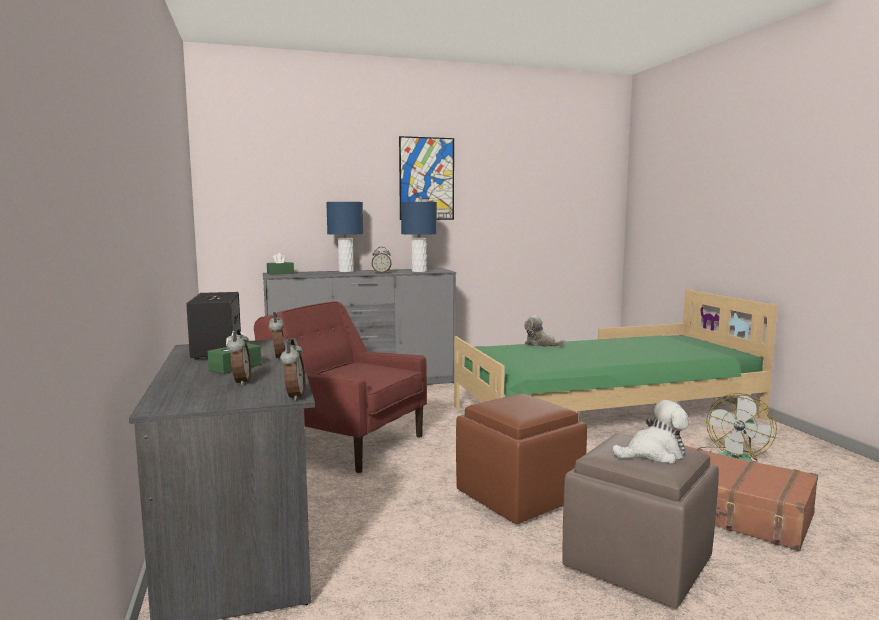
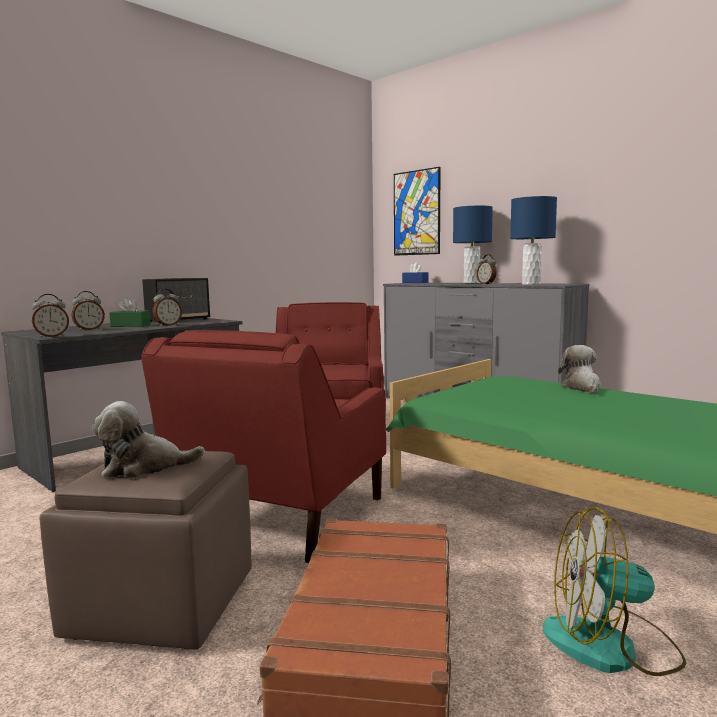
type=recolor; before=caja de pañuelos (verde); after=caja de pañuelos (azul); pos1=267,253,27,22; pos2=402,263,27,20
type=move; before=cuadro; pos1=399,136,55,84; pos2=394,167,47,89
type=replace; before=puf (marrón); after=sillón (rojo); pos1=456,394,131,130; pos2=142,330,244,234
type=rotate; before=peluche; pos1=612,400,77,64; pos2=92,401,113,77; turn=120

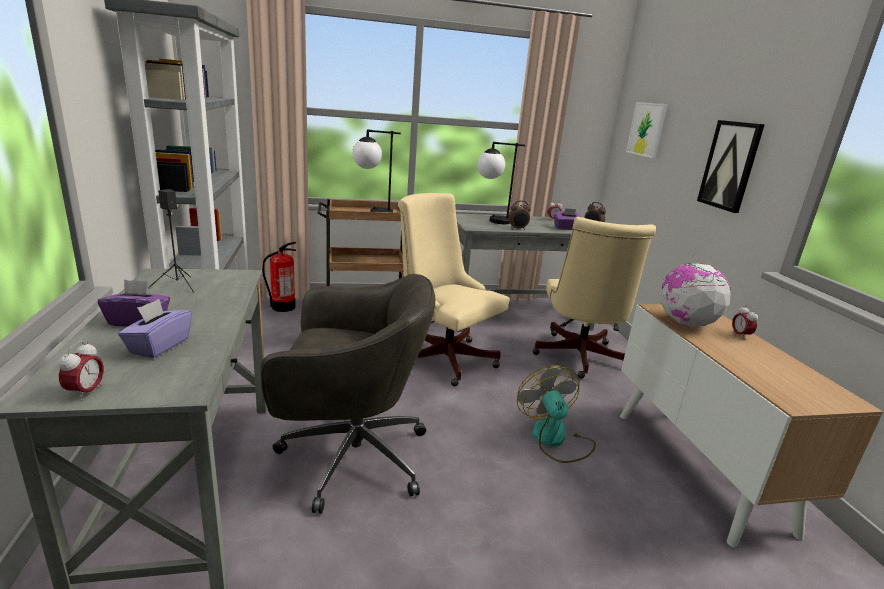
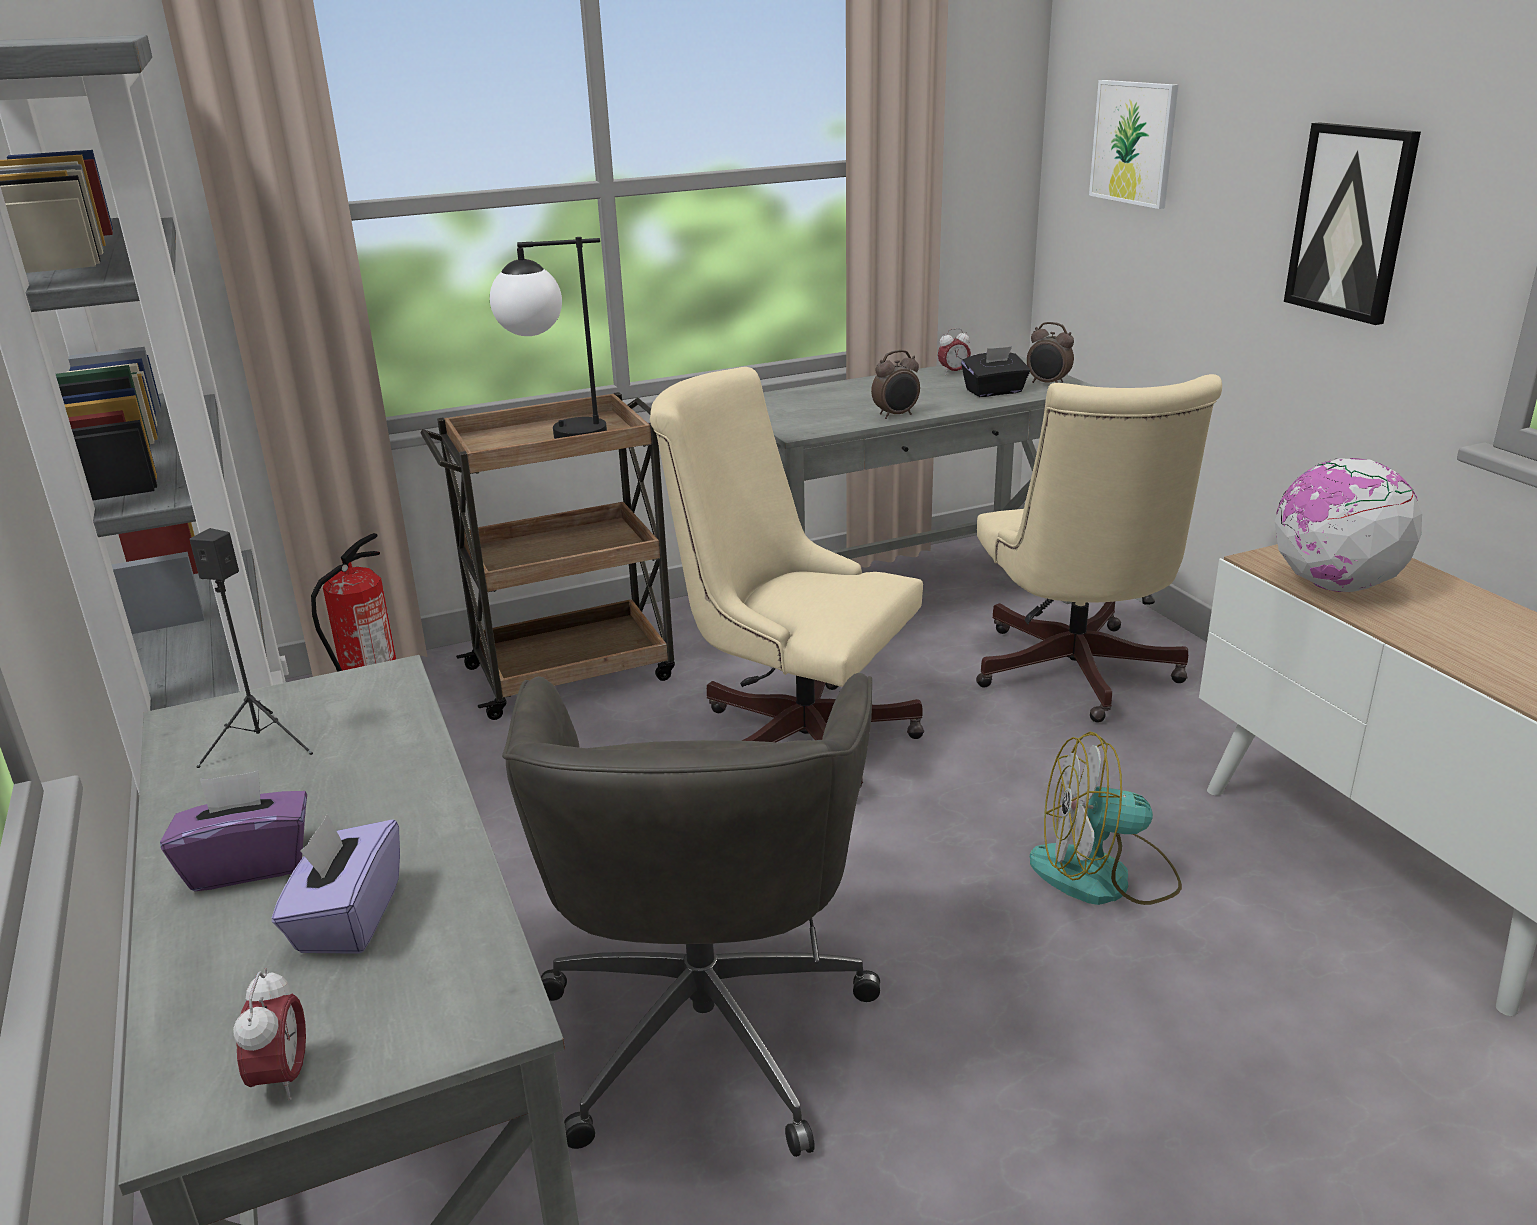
type=rotate; before=silla de oficina (gris); pos1=260,274,176,240; pos2=502,673,378,484; turn=105
type=delete; before=lámpara de mesa; pos1=477,142,48,82
type=rotate; before=ventilador; pos1=517,365,79,98; pos2=1030,732,152,173; turn=-60
type=recolor; before=caja de pañuelos (morado); after=caja de pañuelos (negro); pos1=554,208,27,22; pos2=961,346,69,51
type=delete; before=despertador; pos1=732,305,26,35

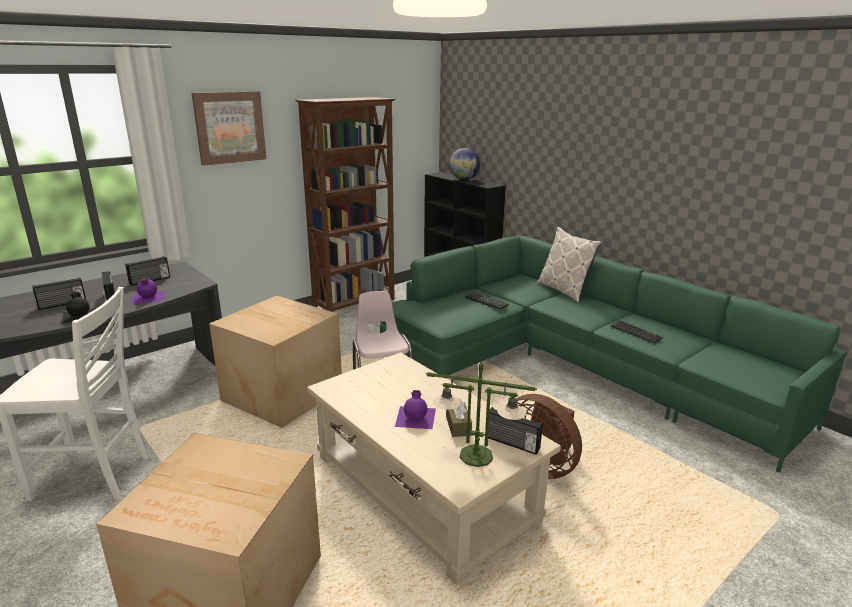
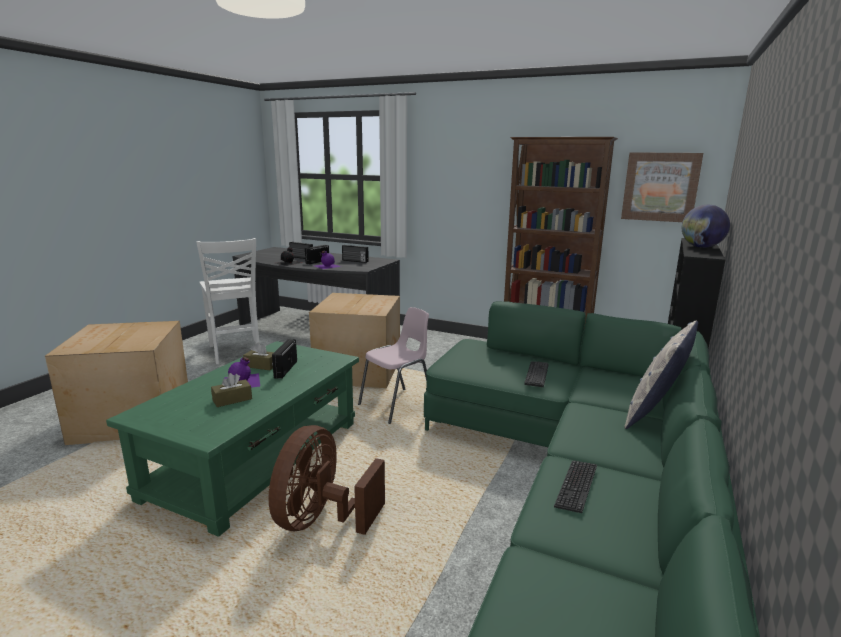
type=move; before=cuadro; pos1=192,91,74,75; pos2=621,152,82,70
type=recolor; before=mesa de centro (beis); after=mesa de centro (verde); pos1=307,352,254,233; pos2=106,341,253,196
type=delete; before=lámpara de mesa; pos1=426,362,111,105
type=move; before=radio; pos1=488,407,55,48; pos2=272,339,25,40
type=insert; after=caja de pañuelos (marrón); pos2=243,342,31,28

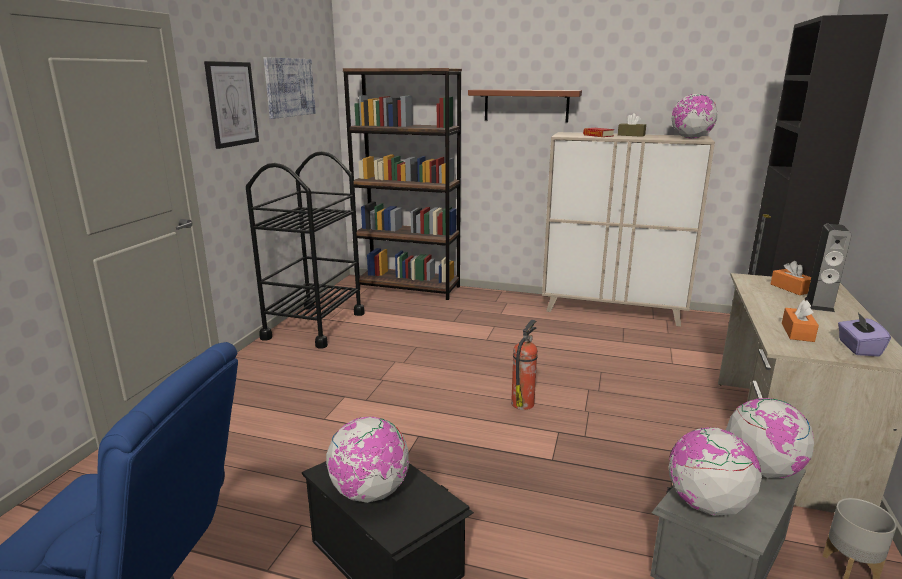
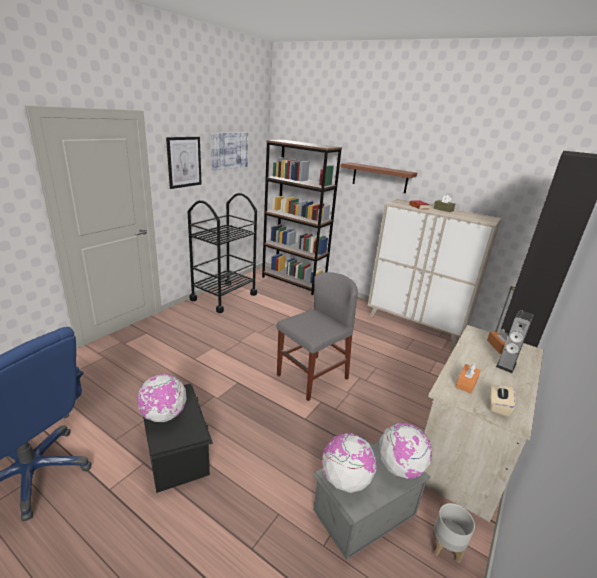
type=replace; before=extintor; after=silla (gris); pos1=511,320,27,90; pos2=277,272,81,129
type=delete; before=globo terráqueo; pos1=672,94,45,45
type=recolor; before=caja de pañuelos (morado); after=caja de pañuelos (beis); pos1=838,313,53,44; pos2=490,385,26,32

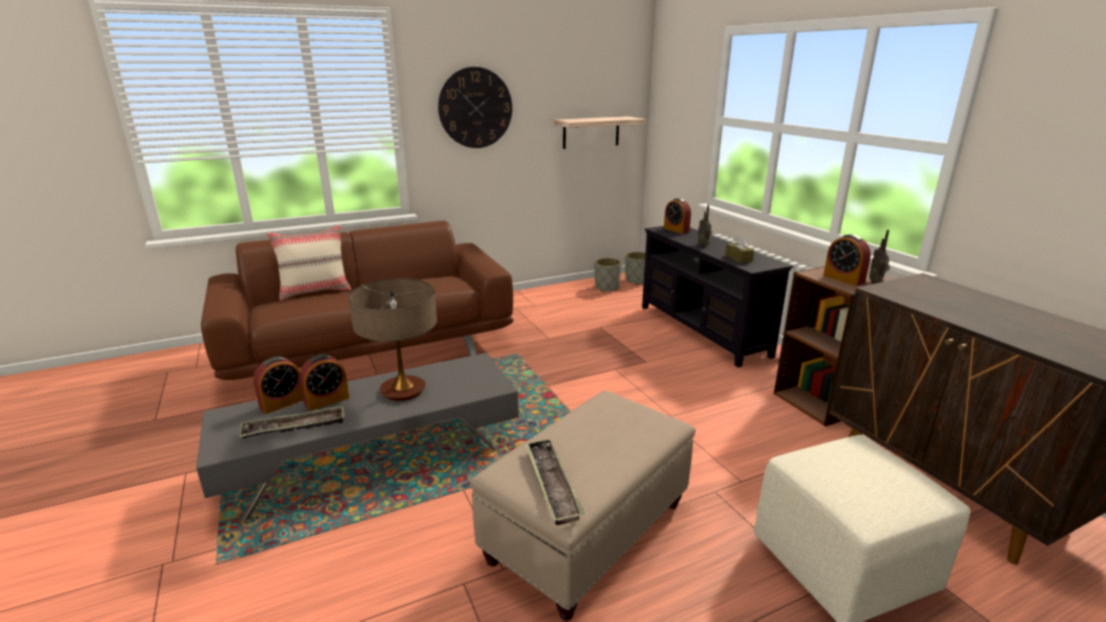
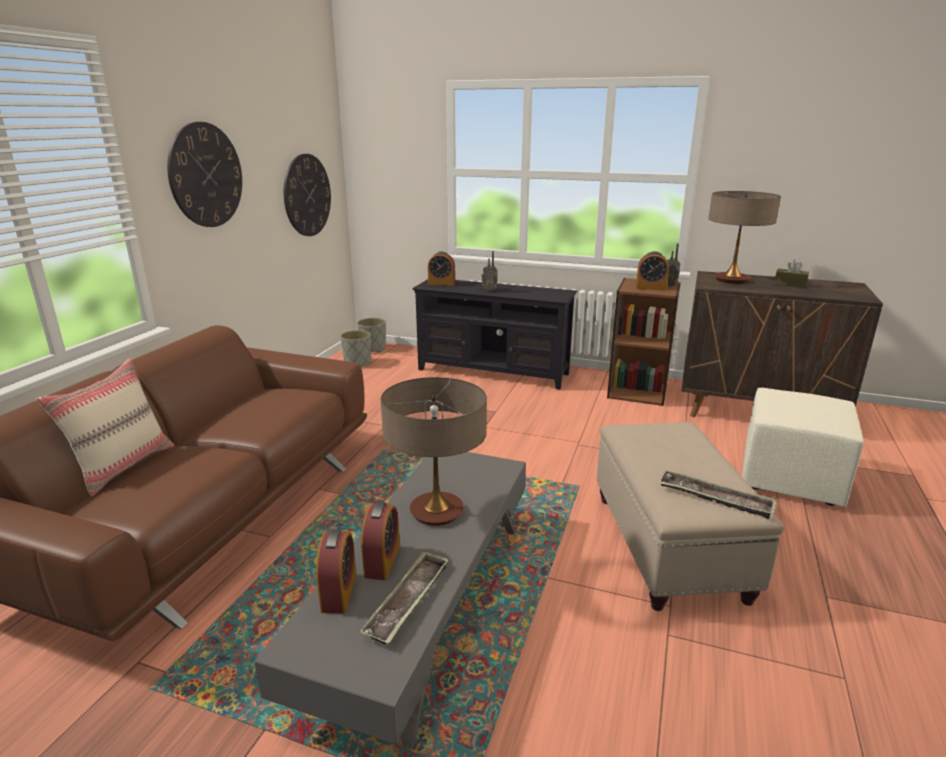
type=replace; before=estante; after=reloj de pared; pos1=554,116,92,33; pos2=284,154,47,82
type=move; before=caja de pañuelos (marrón); pos1=725,236,29,27; pos2=774,260,35,27
type=insert; after=lámpara de mesa; pos2=708,191,73,93

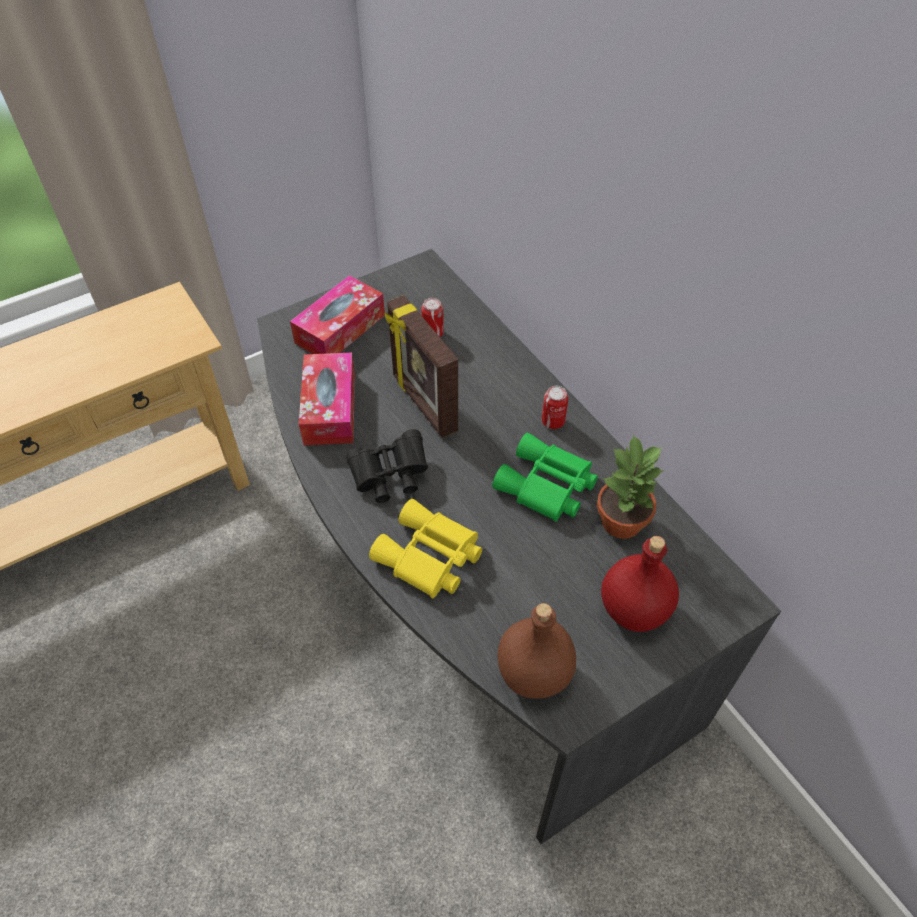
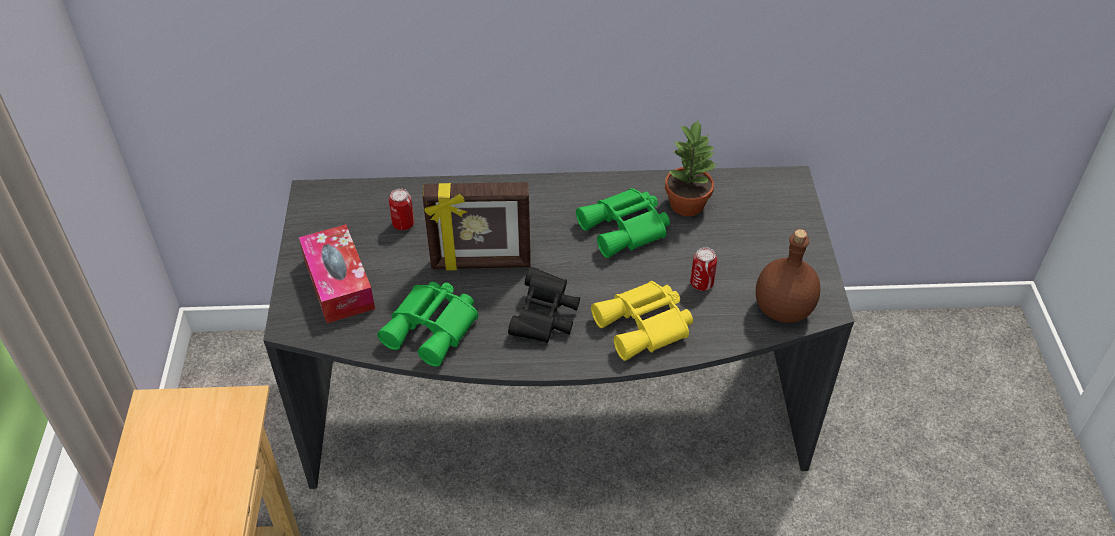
type=replace; before=caja de pañuelos; after=prismáticos (verde); pos1=299,353,56,93; pos2=377,282,101,85
type=move; before=lata; pos1=542,386,26,43; pos2=690,247,27,44
type=delete; before=botella (rojo); pos1=601,536,78,96

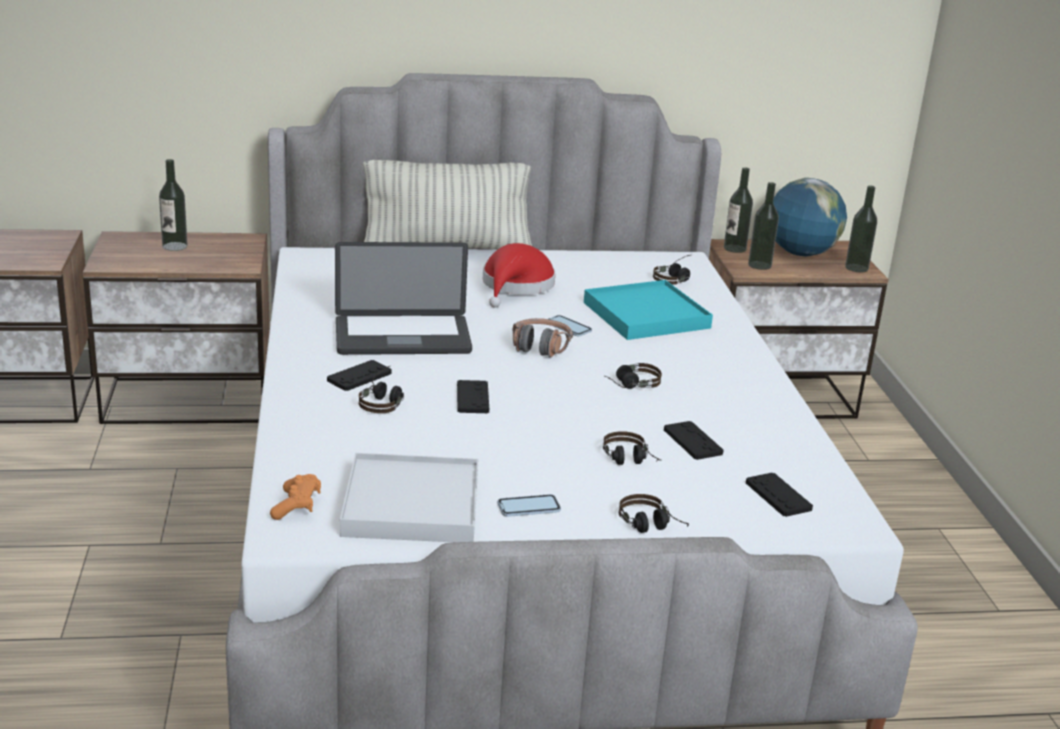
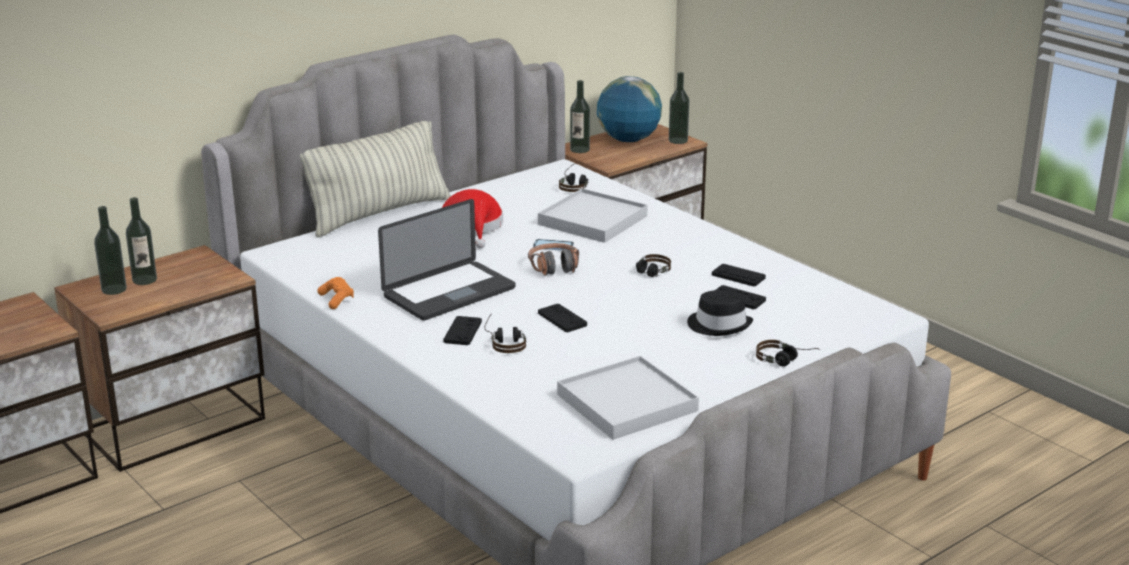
type=move; before=mando de consola (naranja); pos1=270,474,51,46; pos2=317,277,37,32
type=delete; before=móvil; pos1=498,494,63,23
type=recolor; before=bandeja (turquesa); after=bandeja (blanco); pos1=584,280,129,60; pos2=538,188,110,55
type=replace; before=auriculares; after=sombrero (negro); pos1=603,431,58,34; pos2=687,290,66,46
type=move; before=mando de consola (negro); pos1=746,473,67,44; pos2=712,264,54,22
type=move; before=botella; pos1=748,182,31,88; pos2=94,206,33,89

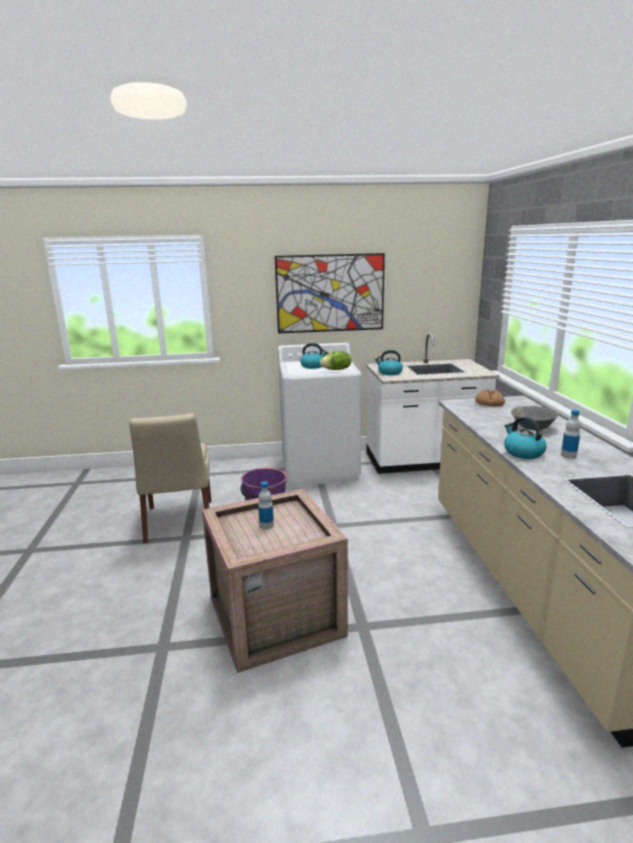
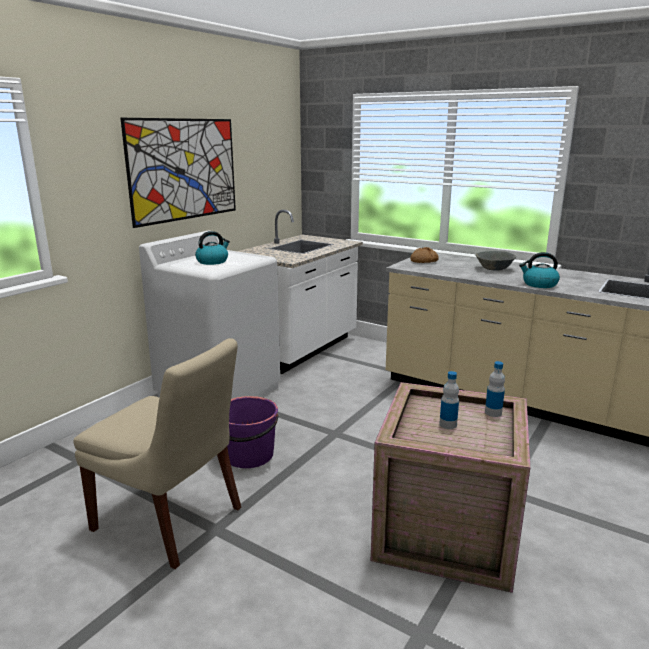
type=delete; before=lechuga; pos1=320,351,31,19
type=delete; before=hervidor; pos1=375,350,28,25
type=move; before=botella; pos1=561,410,20,49; pos2=485,361,20,56

